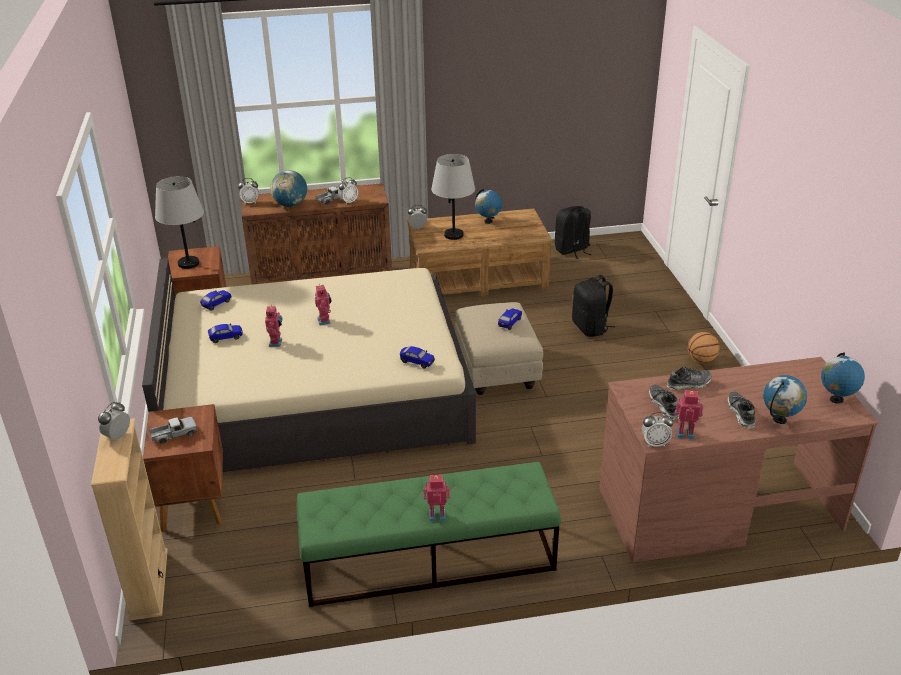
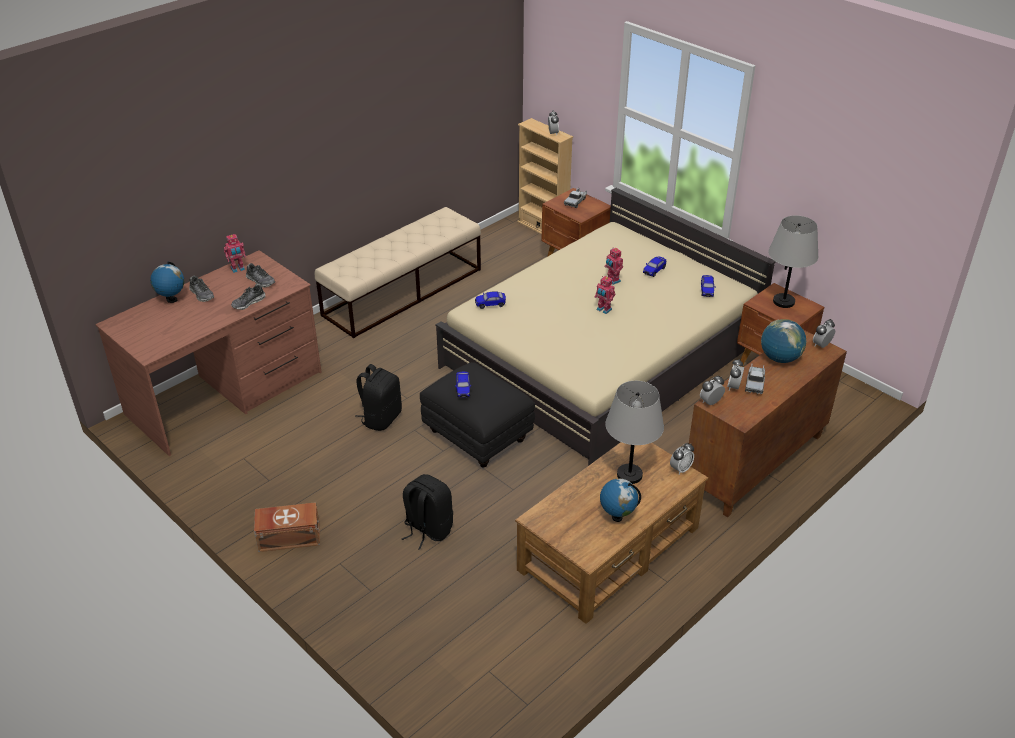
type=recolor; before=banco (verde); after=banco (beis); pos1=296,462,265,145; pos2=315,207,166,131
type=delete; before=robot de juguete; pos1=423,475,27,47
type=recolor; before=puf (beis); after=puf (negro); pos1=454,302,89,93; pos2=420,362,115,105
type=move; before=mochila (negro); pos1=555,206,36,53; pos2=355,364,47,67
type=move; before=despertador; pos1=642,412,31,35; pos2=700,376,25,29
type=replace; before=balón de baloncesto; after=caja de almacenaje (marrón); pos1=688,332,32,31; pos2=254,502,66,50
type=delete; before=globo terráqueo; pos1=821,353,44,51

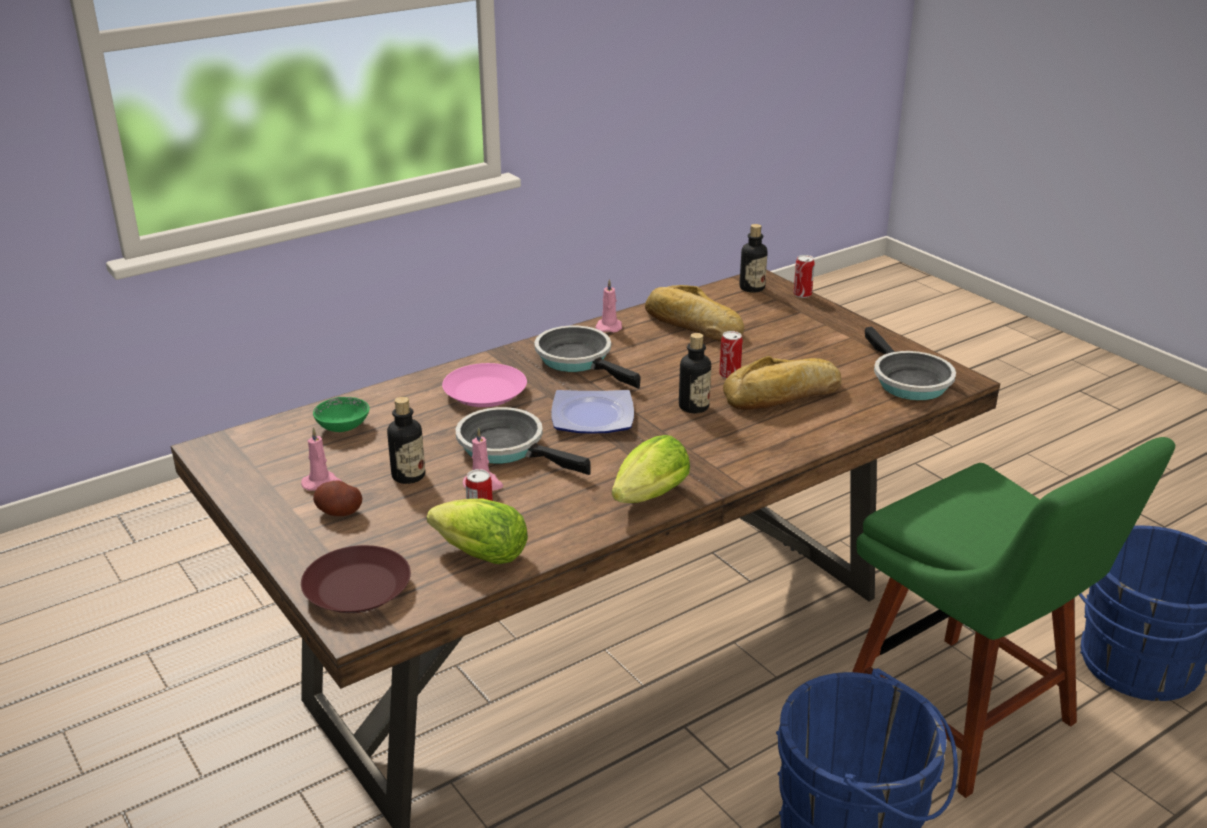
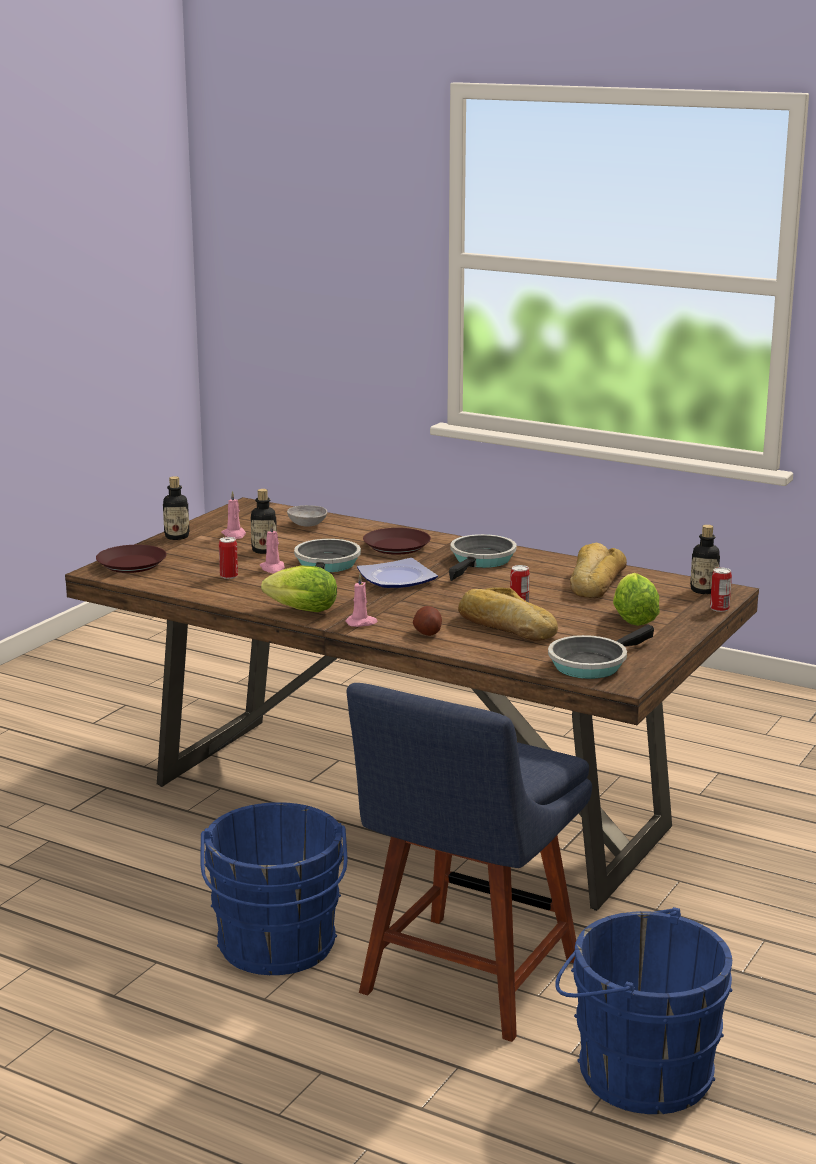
type=recolor; before=cuenco (verde); after=cuenco (gris); pos1=313,397,57,35; pos2=287,505,40,22
type=move; before=patata; pos1=313,481,49,35; pos2=413,606,29,30
type=move; before=lechuga; pos1=427,499,101,65; pos2=613,573,47,53
type=recolor; before=plato (rosa); after=plato (marrón); pos1=442,363,85,44; pos2=363,528,68,27
type=move; before=vela (rosa); pos1=595,279,27,54; pos2=345,574,33,53
type=move; before=botella; pos1=679,333,32,80; pos2=163,476,26,64
type=recolor; before=silla (verde); after=silla (azul); pos1=852,437,323,361; pos2=347,683,245,359

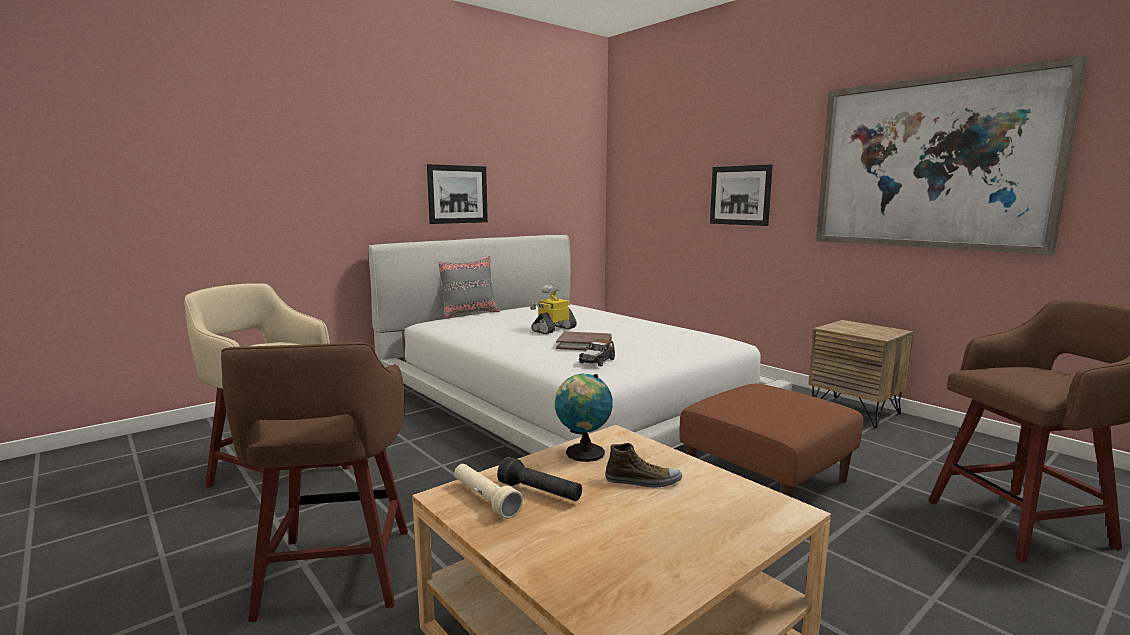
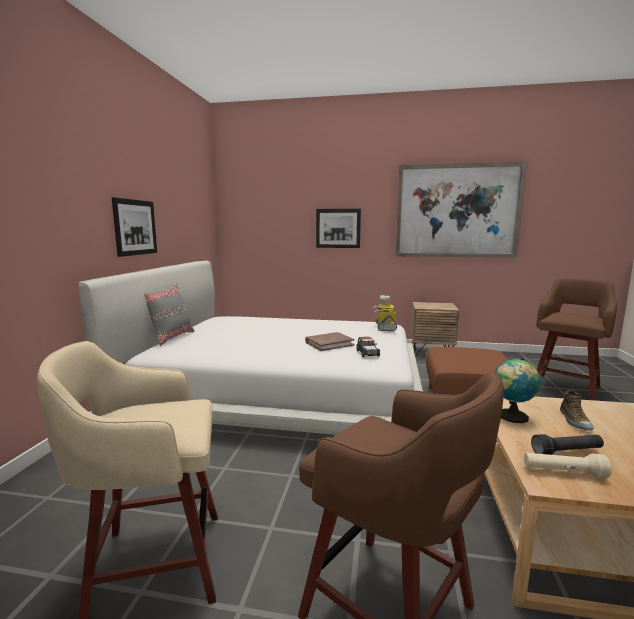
type=move; before=robot de juguete; pos1=530,285,47,49; pos2=373,295,24,36
type=rotate; before=zapato; pos1=605,443,77,45; pos2=560,390,34,40; turn=135

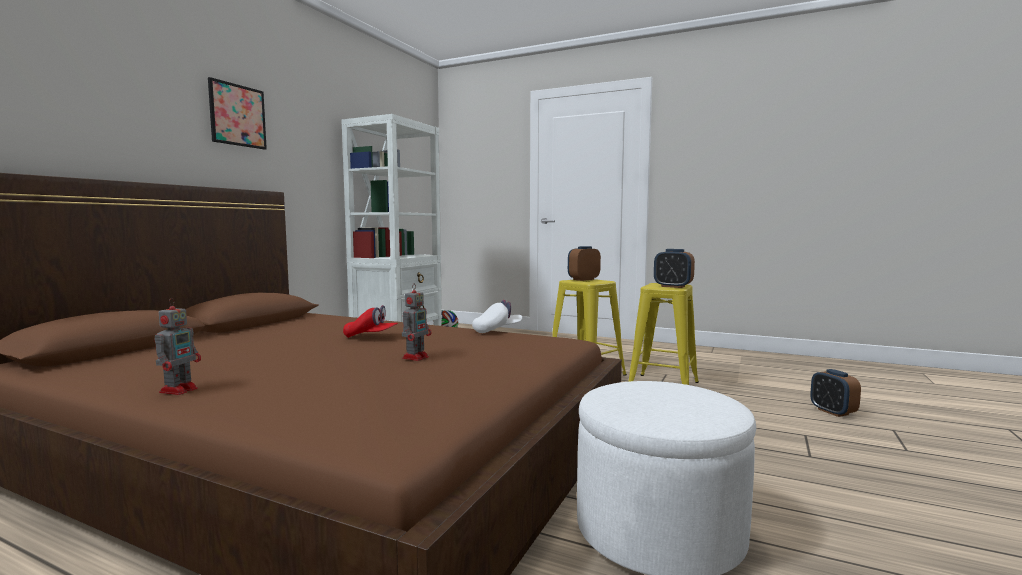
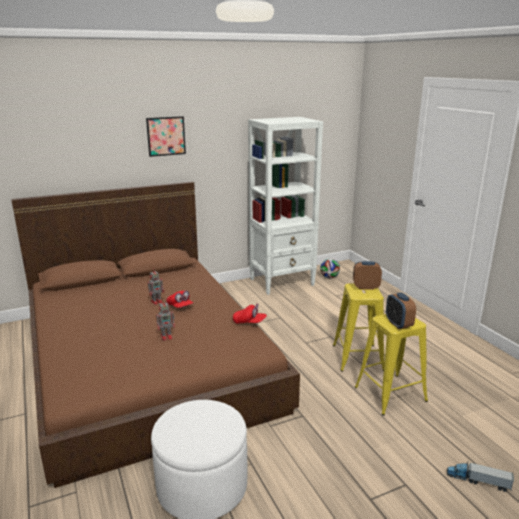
type=move; before=robot de juguete; pos1=155,298,46,97; pos2=148,271,16,34
type=recolor; before=gorra (blanco); after=gorra (rojo); pos1=472,300,50,33; pos2=233,303,34,21
type=replace; before=despertador; after=camión de juguete; pos1=810,369,51,48; pos2=447,461,67,31

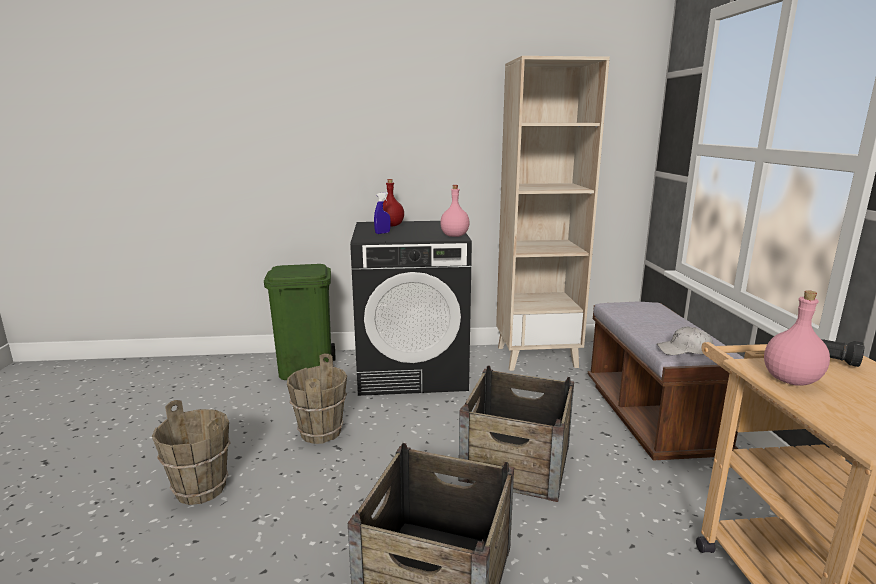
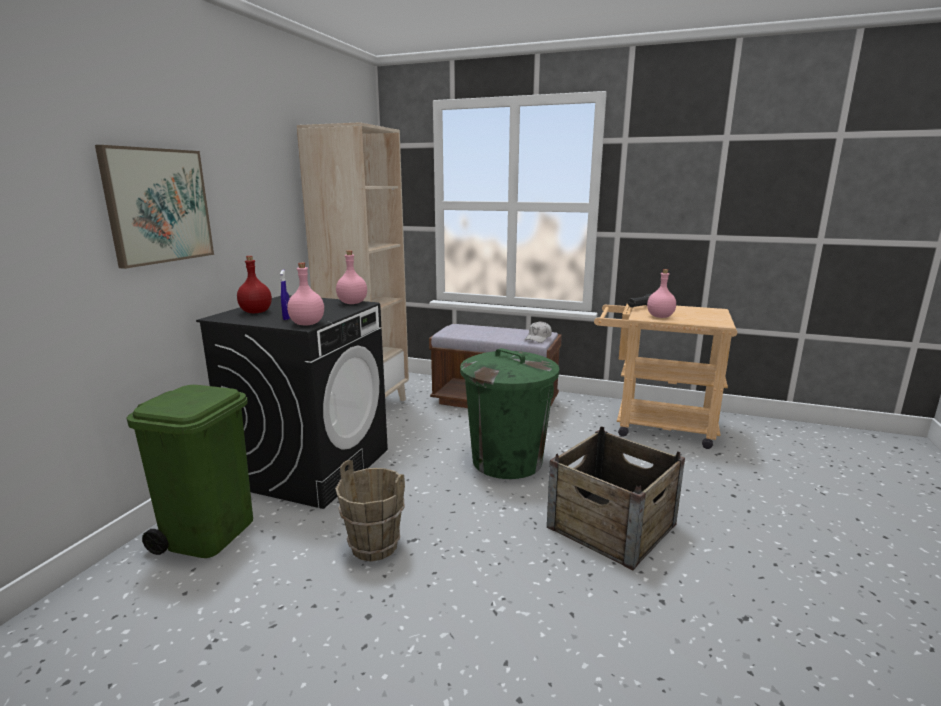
type=delete; before=cubo (marrón); pos1=152,400,79,105
type=replace; before=caja de embalaje; after=papelera (verde); pos1=459,365,115,137; pos2=460,348,99,131
type=insert; after=cuadro; pos2=95,145,119,124
type=insert; after=botella (rosa); pos2=287,263,37,62

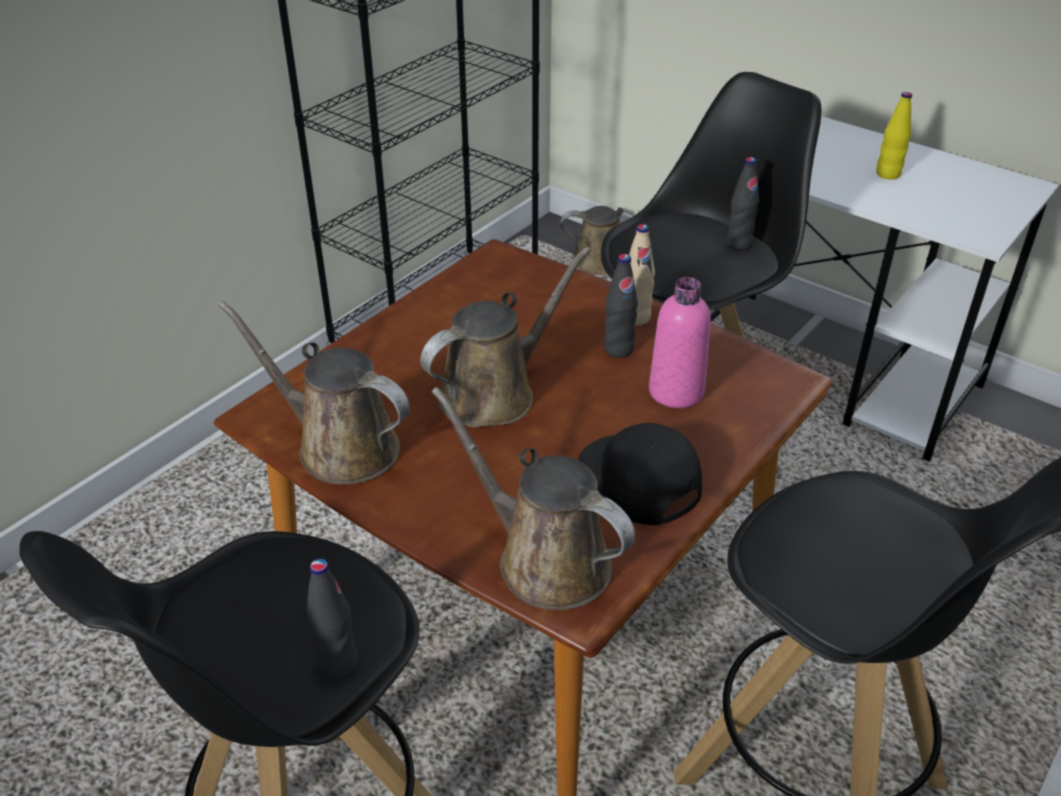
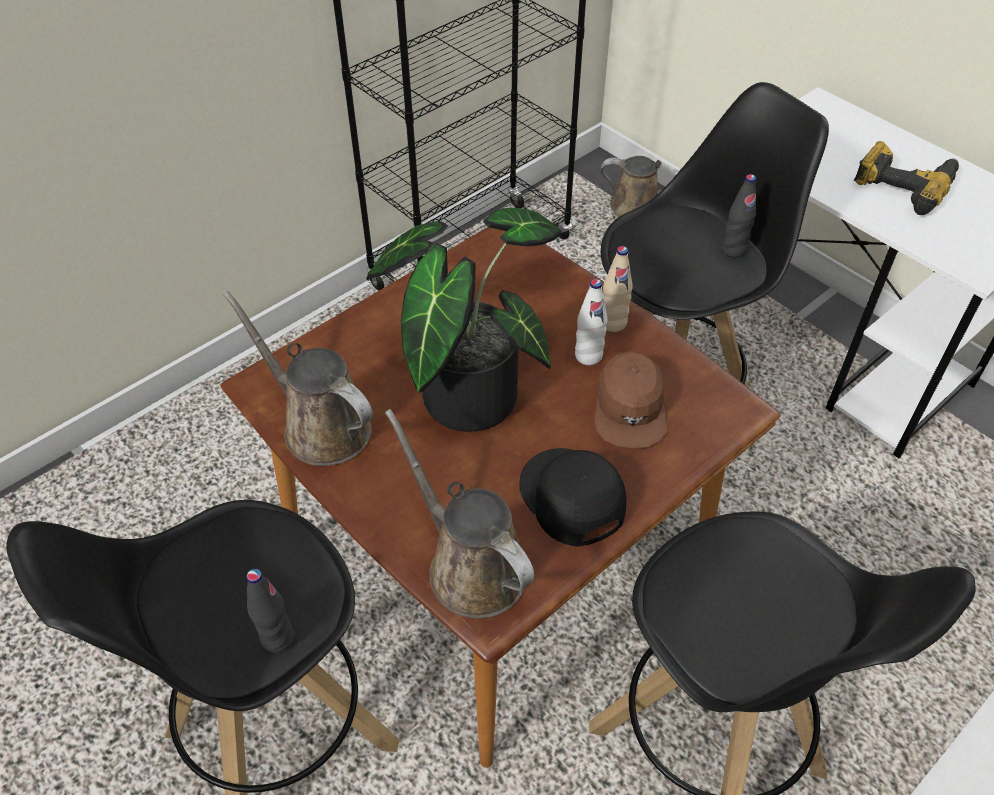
type=replace; before=regadera (marrón); after=planta en maceta; pos1=420,247,171,180; pos2=366,208,196,224
type=recolor; before=botella (negro); after=botella (blanco); pos1=604,254,34,104; pos2=575,279,32,86
type=replace; before=botella (rosa); after=gorra (marrón); pos1=649,277,62,131; pos2=594,351,74,98
type=replace; before=botella (amarillo); after=taladro; pos1=876,92,36,88; pos2=854,141,105,74

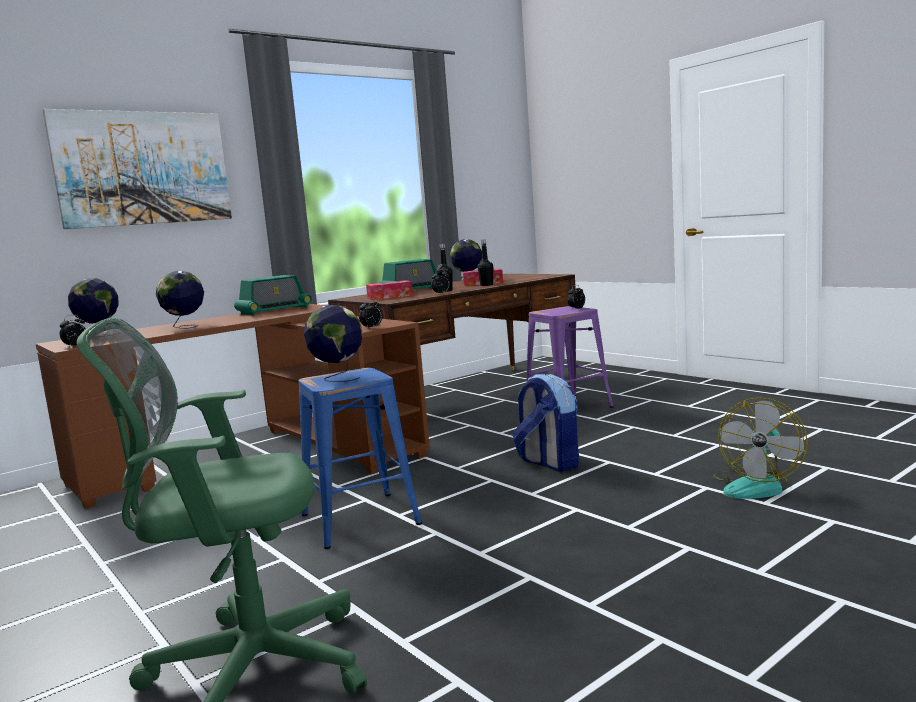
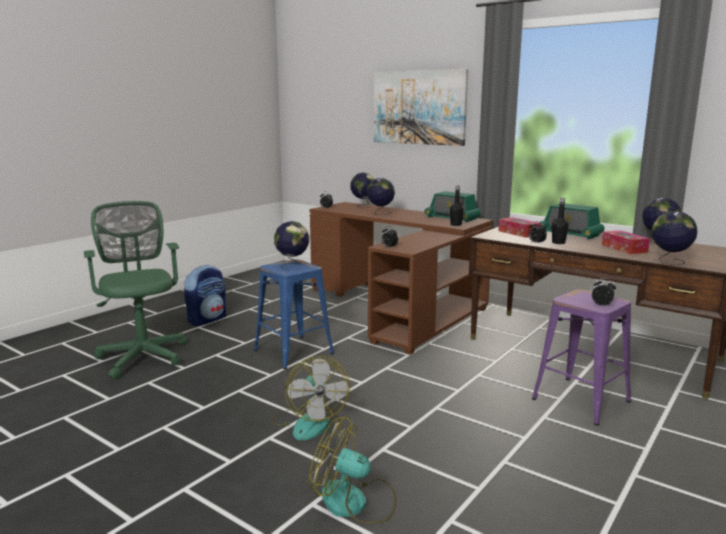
type=move; before=botella (negro); pos1=478,239,15,47; pos2=450,186,14,40
type=move; before=mochila; pos1=512,374,67,97; pos2=184,264,42,62
type=insert; after=ventilador; pos2=271,356,79,85
type=insert; after=globo terráqueo; pos2=652,211,45,54

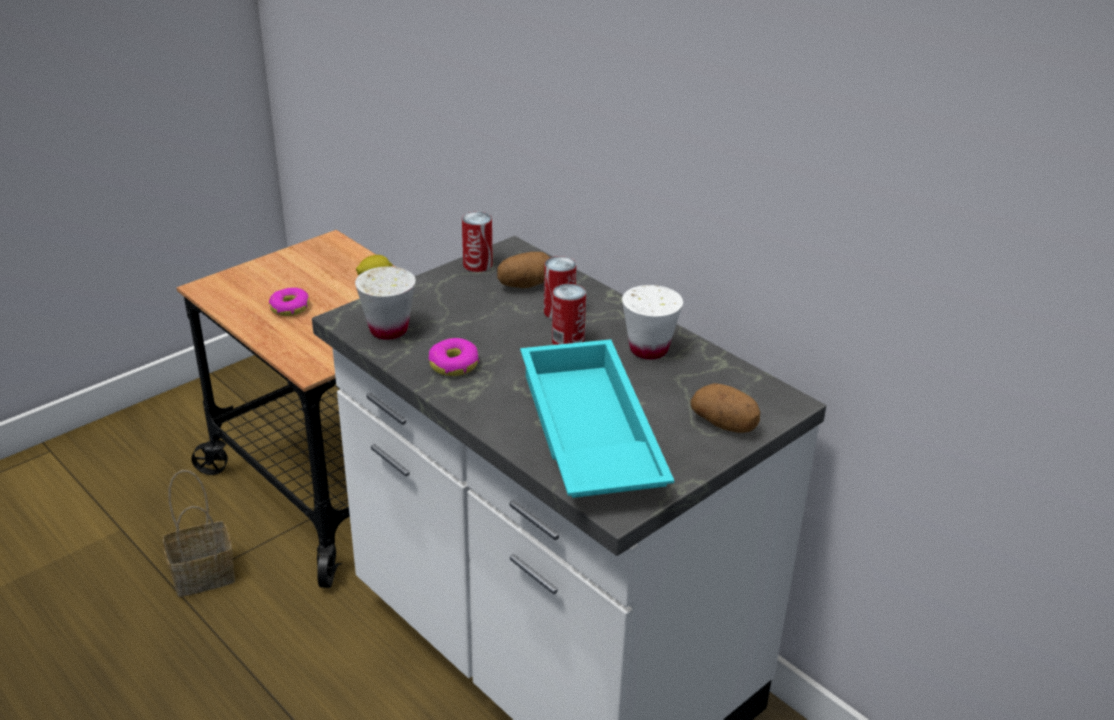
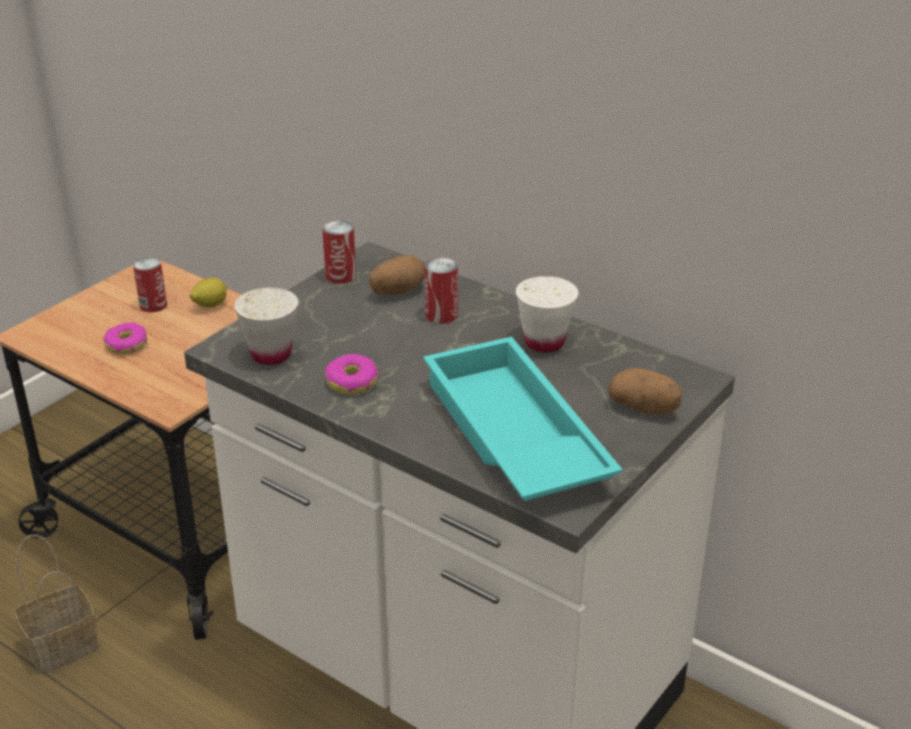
type=move; before=lata; pos1=552,284,34,61; pos2=133,257,34,55

